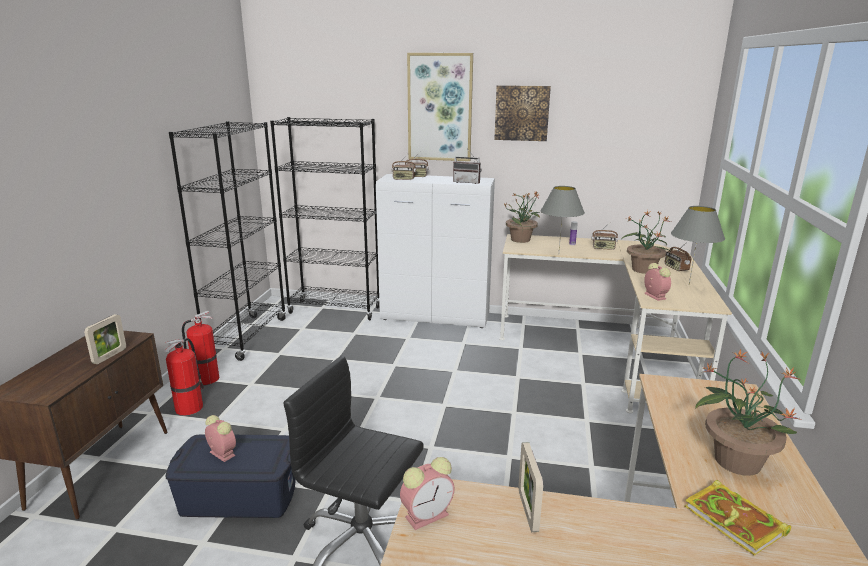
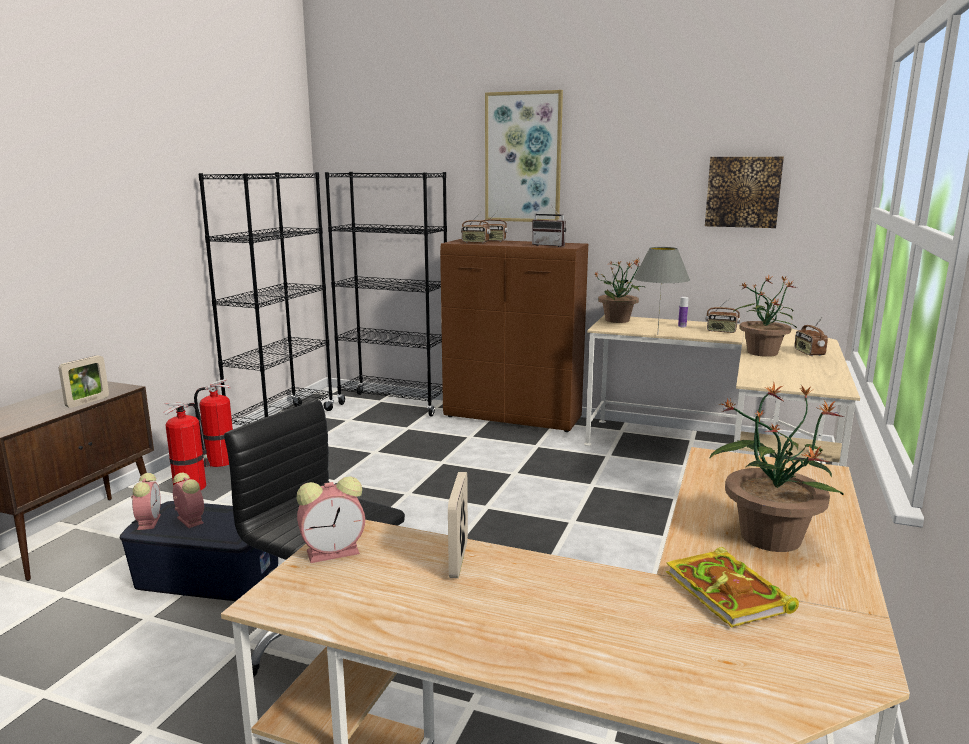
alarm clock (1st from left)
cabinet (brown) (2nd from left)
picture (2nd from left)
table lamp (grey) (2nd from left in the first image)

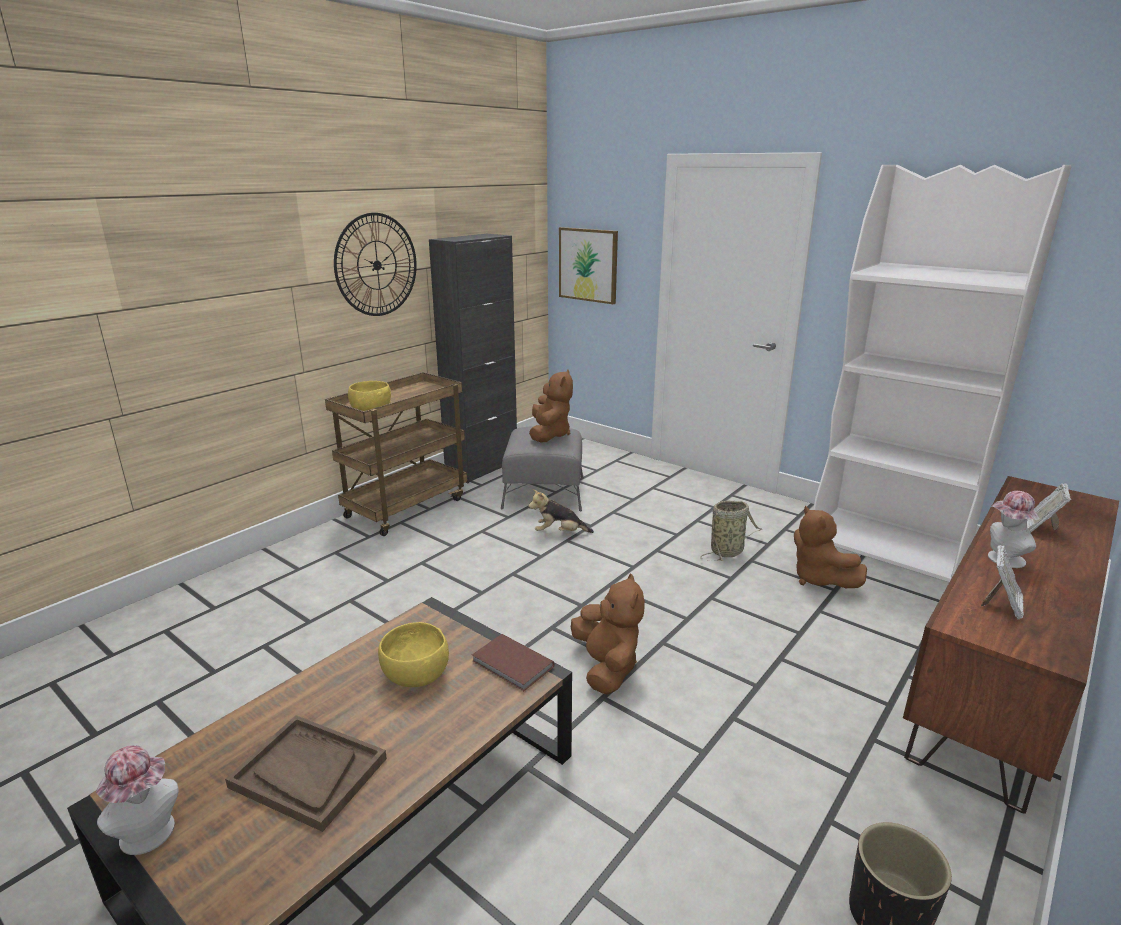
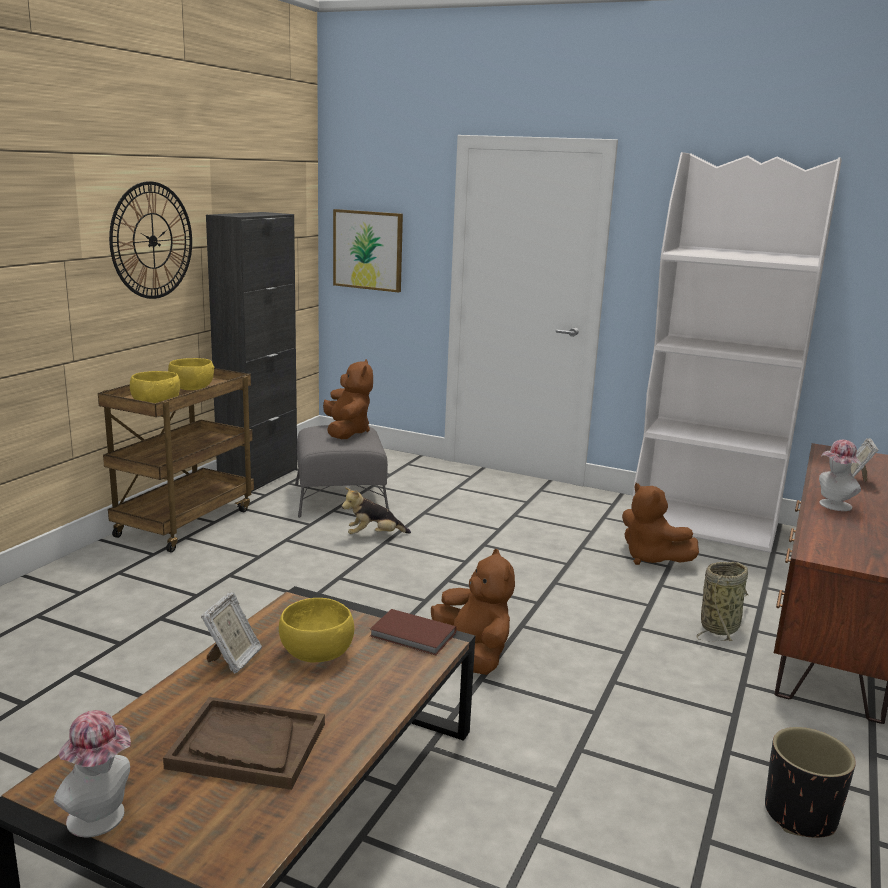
bowl (yellow) (2nd from left)
picture frame (1st from left)
basket

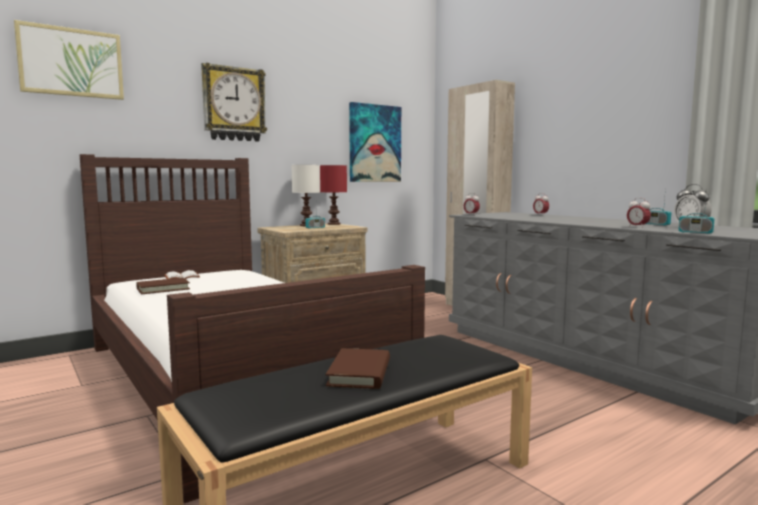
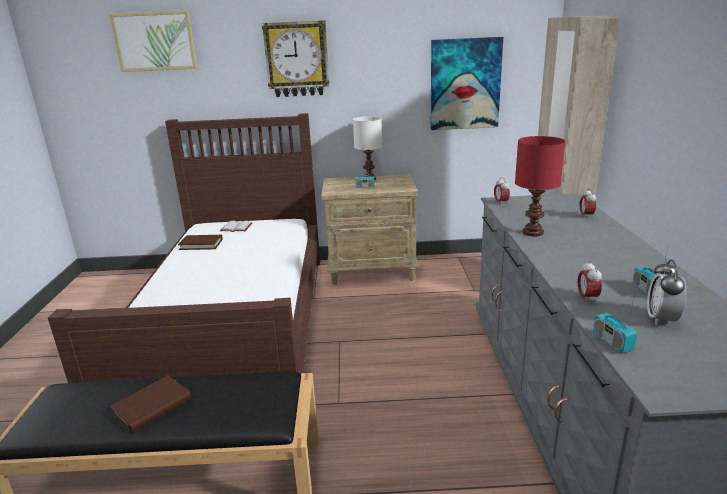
table lamp (red)

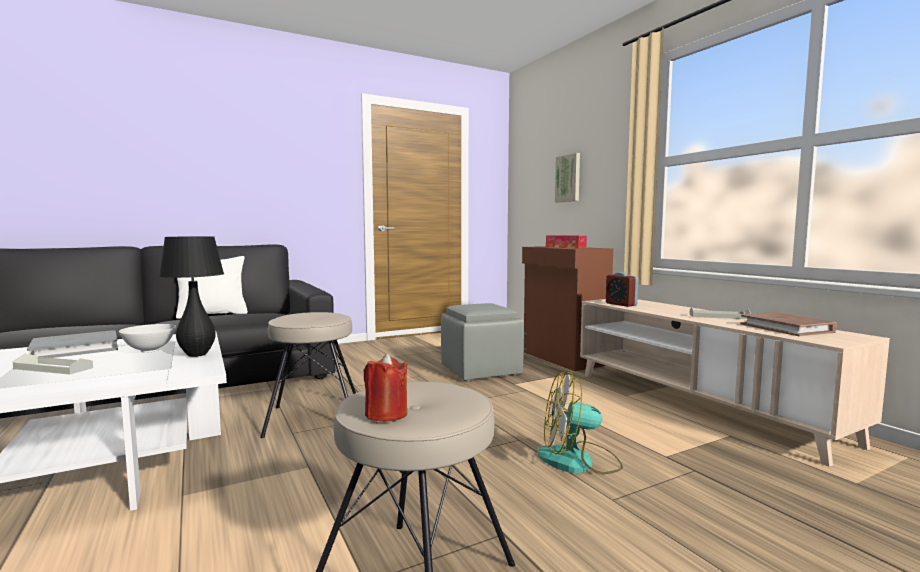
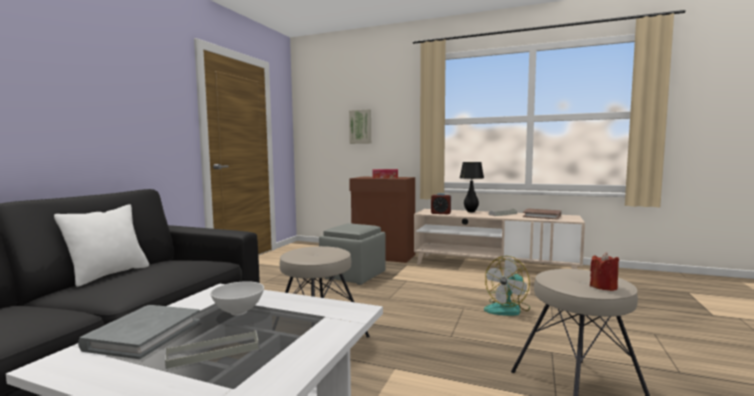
table lamp (black)

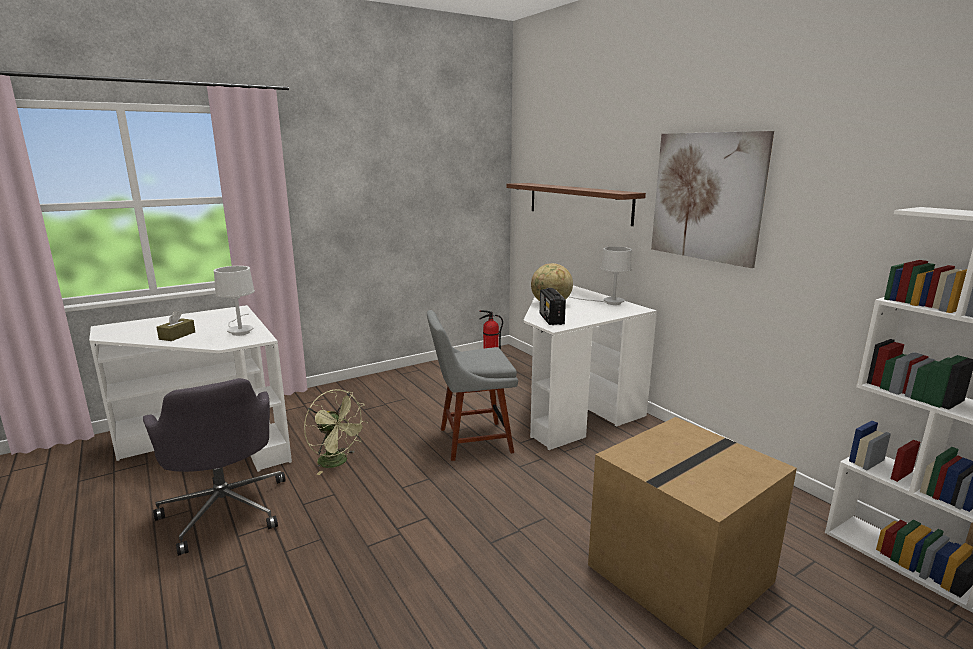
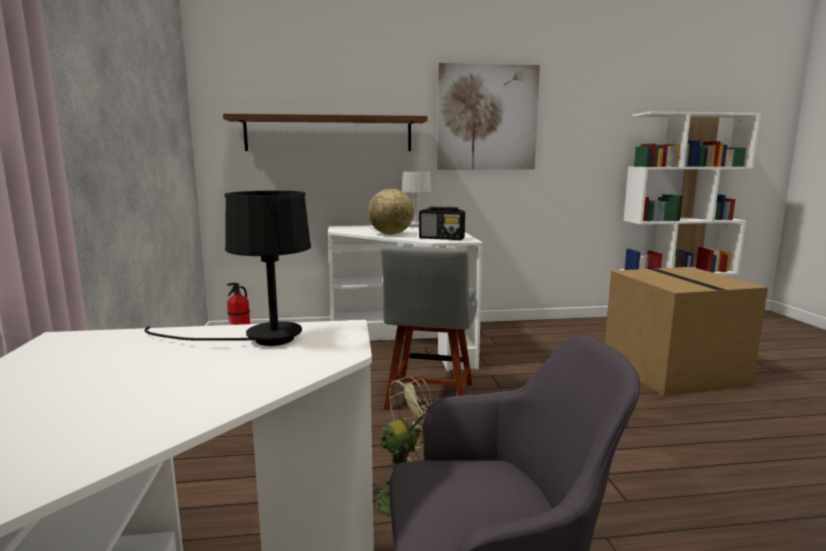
table lamp (black)
tissue box (brown)

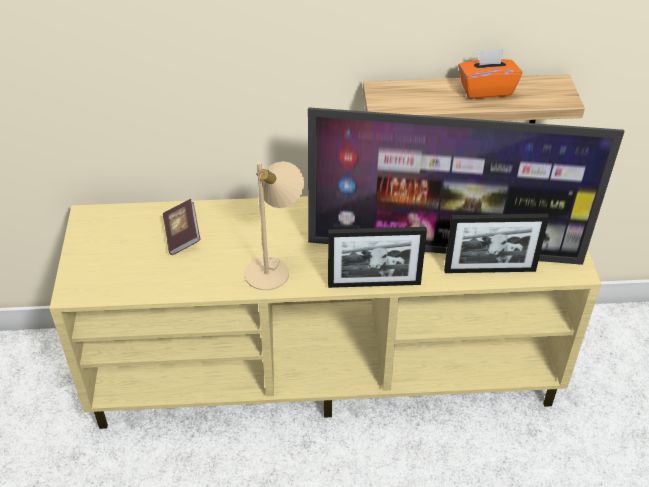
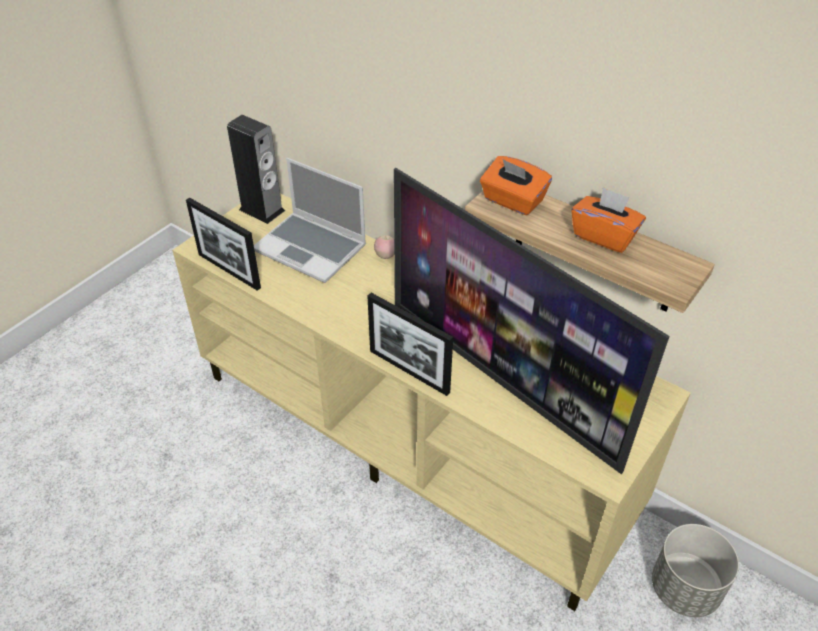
picture frame (1st from left)
speaker
laptop
apple
tissue box (orange) (1st from left)
planter (grey)
table lamp (beige)

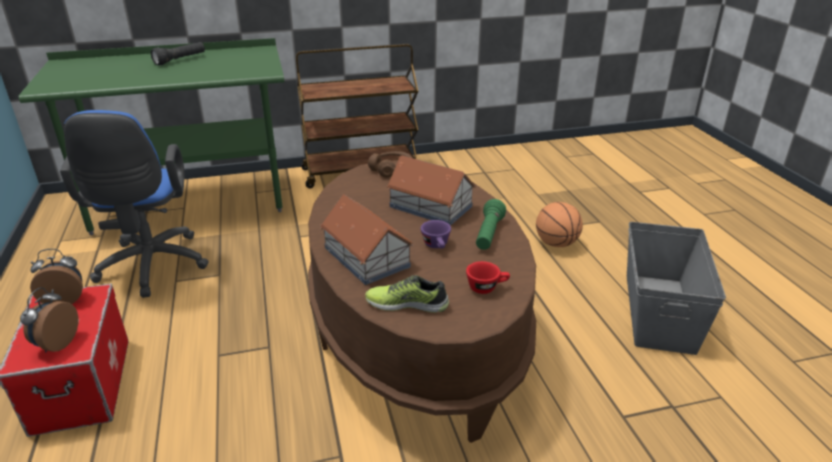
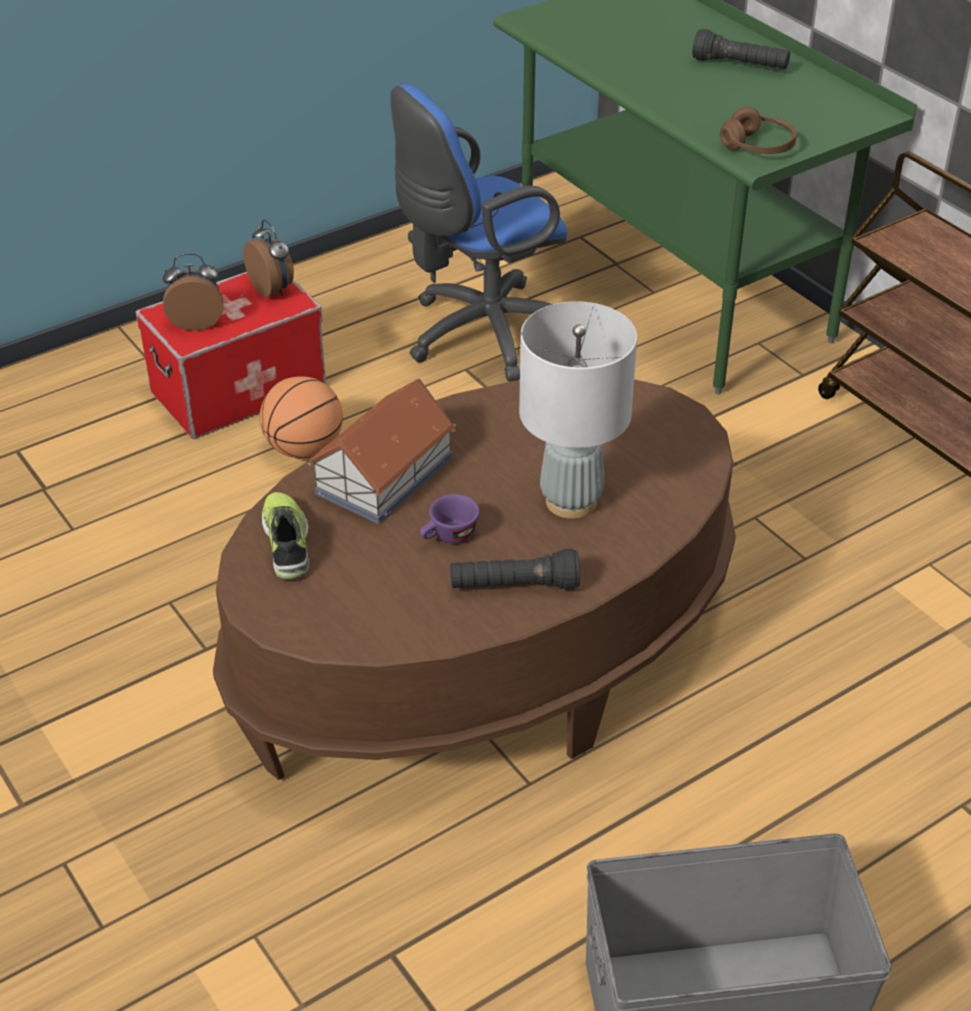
basketball
flashlight (black) (1st from left)
table lamp (grey)
headphones (brown)
cup (red)

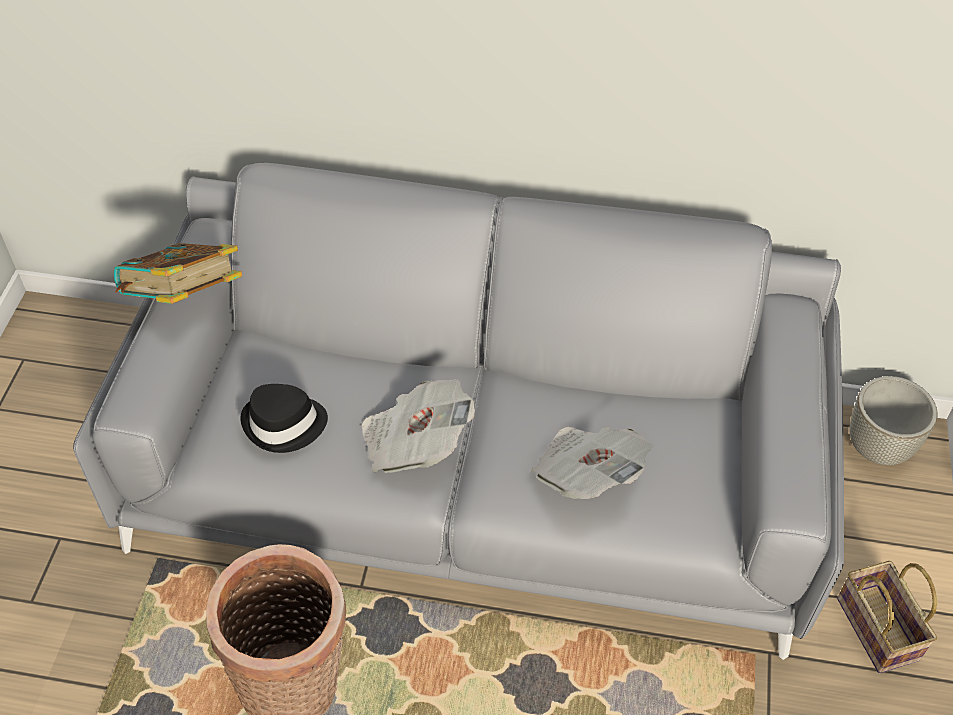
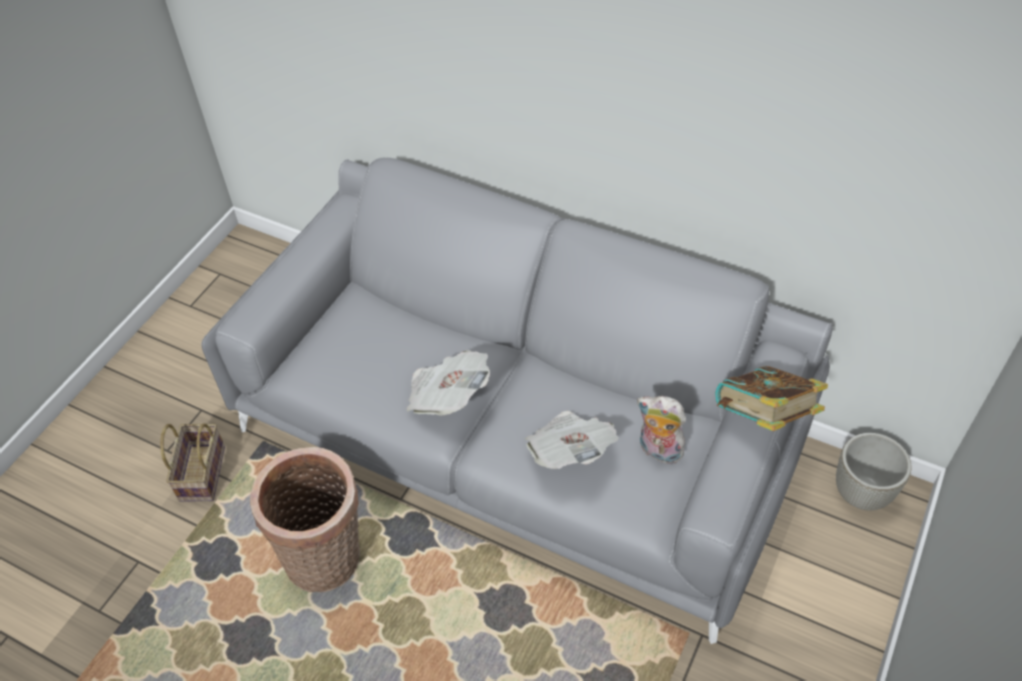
basket (1st from left)
plush toy
book
hat (black)

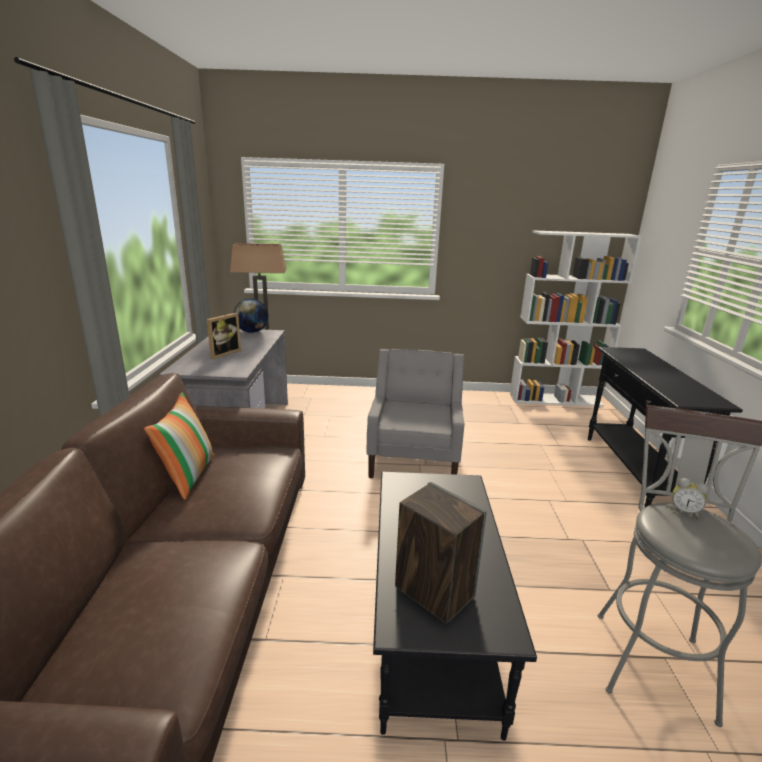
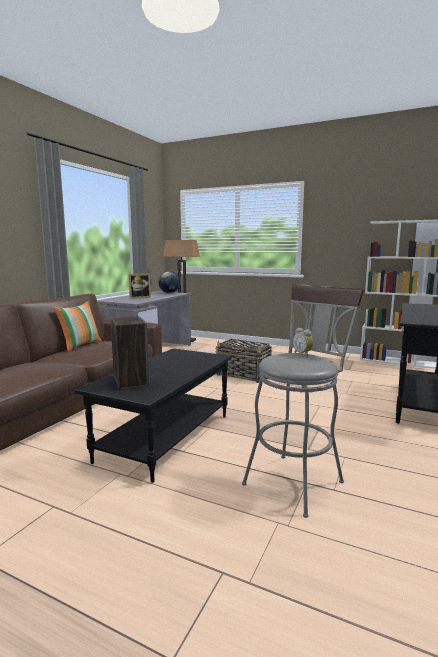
basket

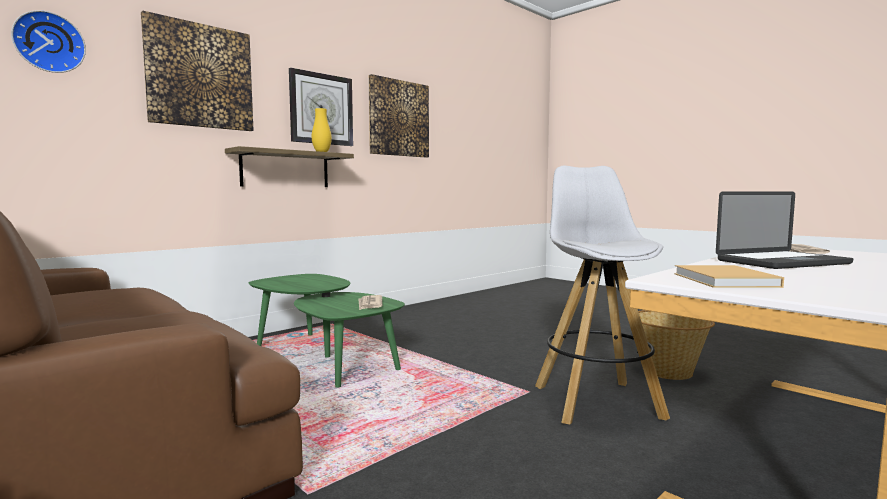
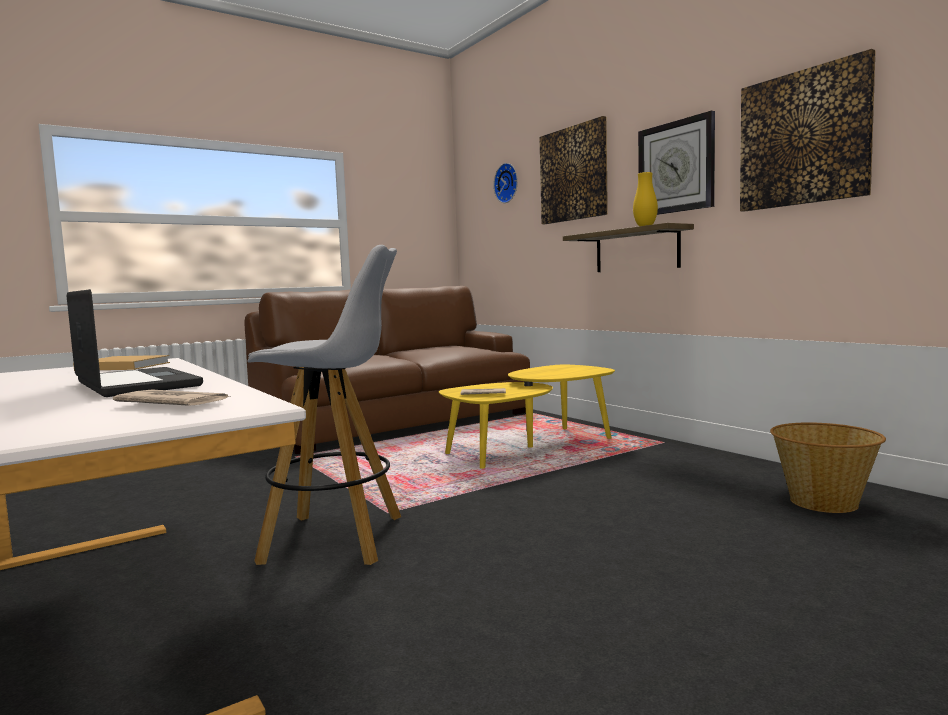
laptop
coffee table (yellow)
basket

